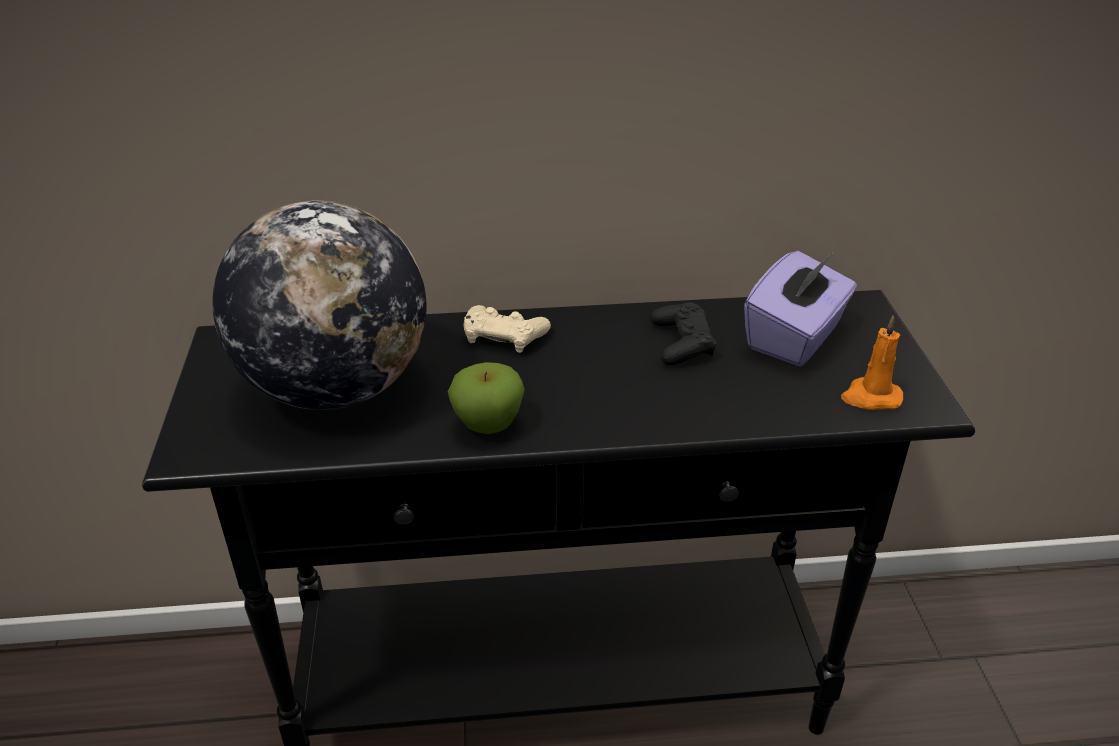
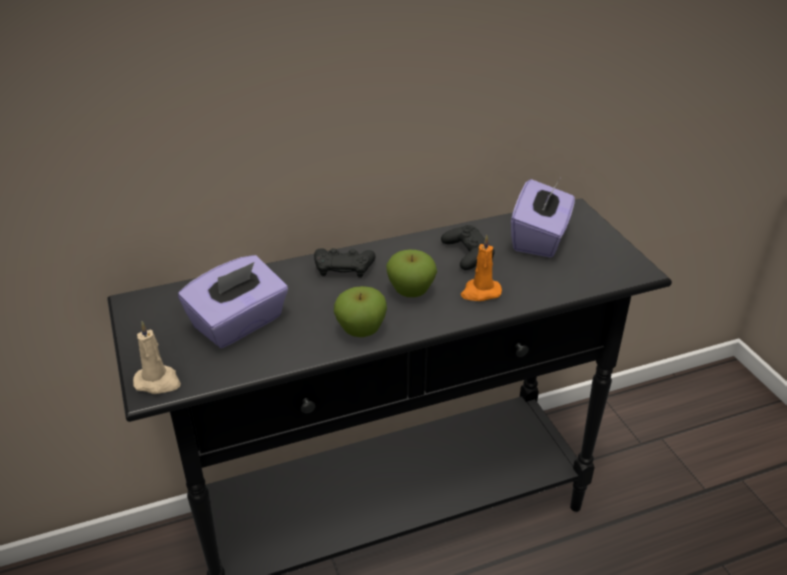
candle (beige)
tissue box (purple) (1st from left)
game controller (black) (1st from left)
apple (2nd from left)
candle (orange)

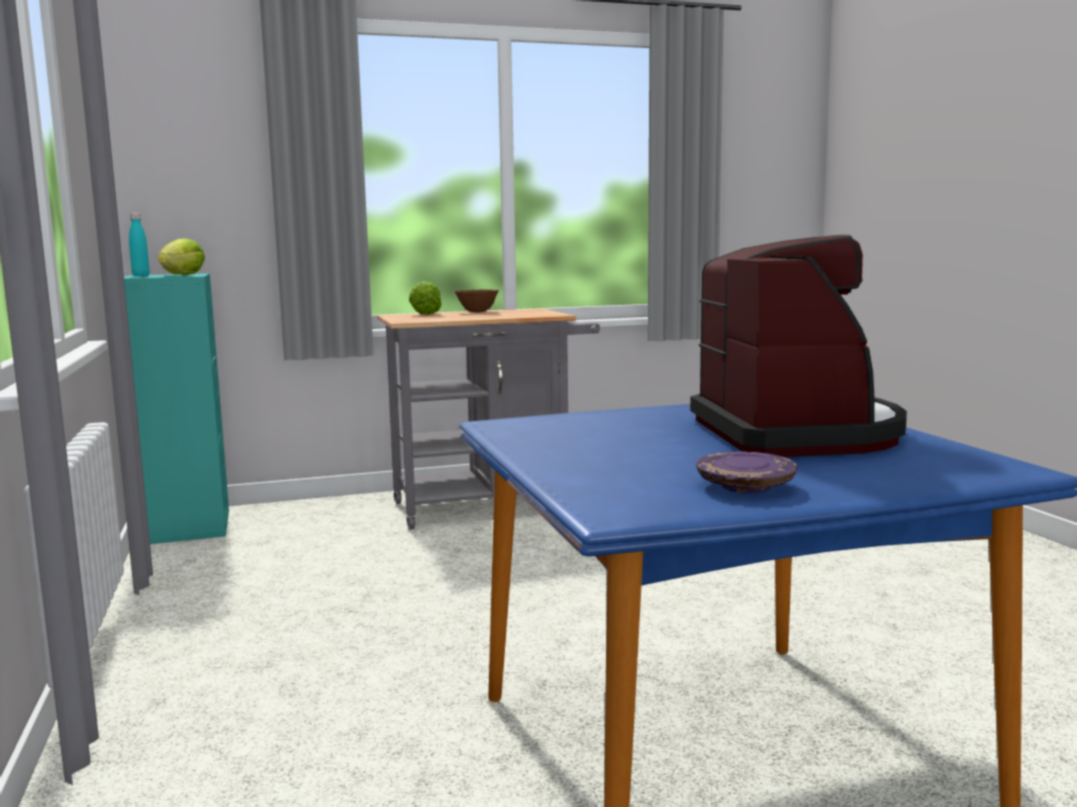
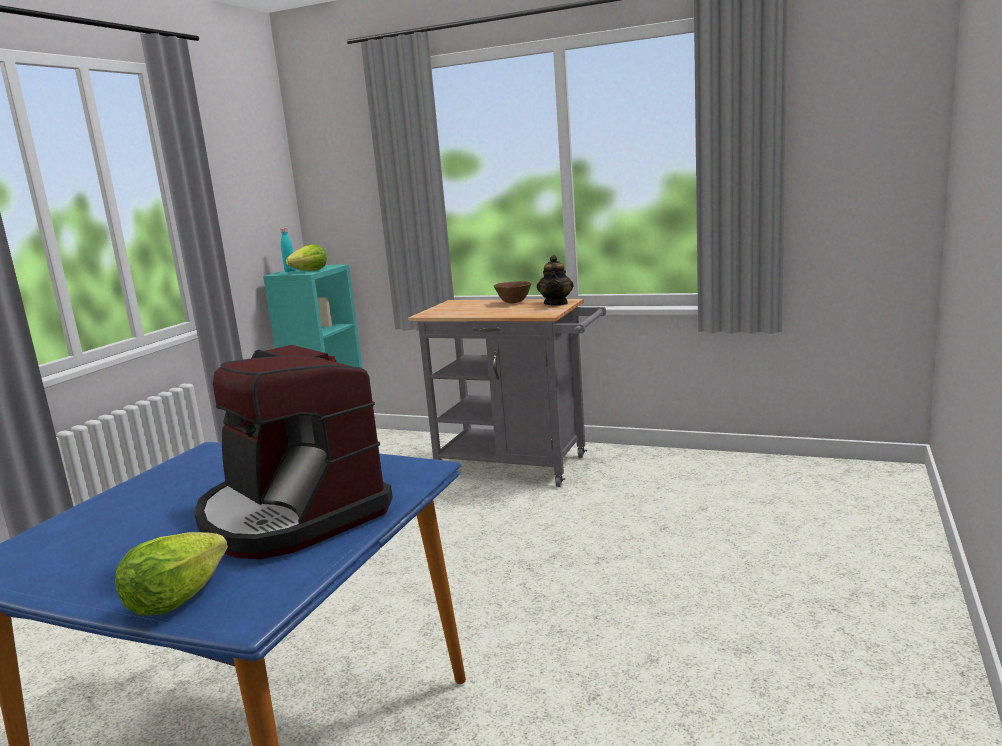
lettuce (1st from left)
coffee machine
teapot
plate (purple)

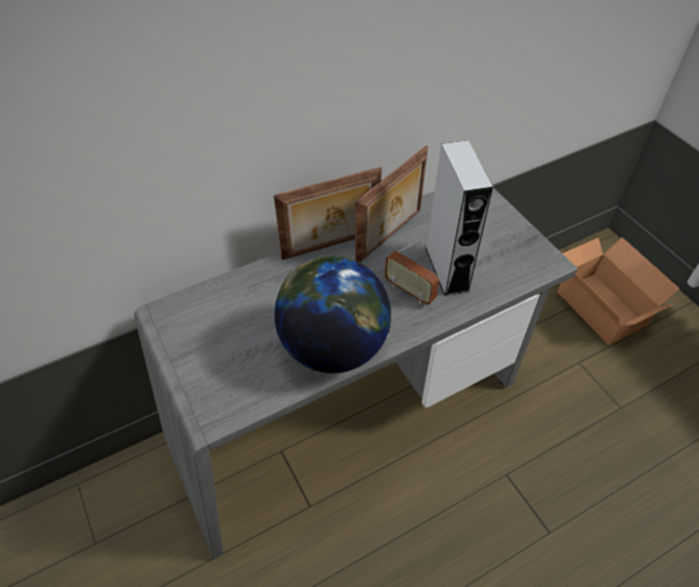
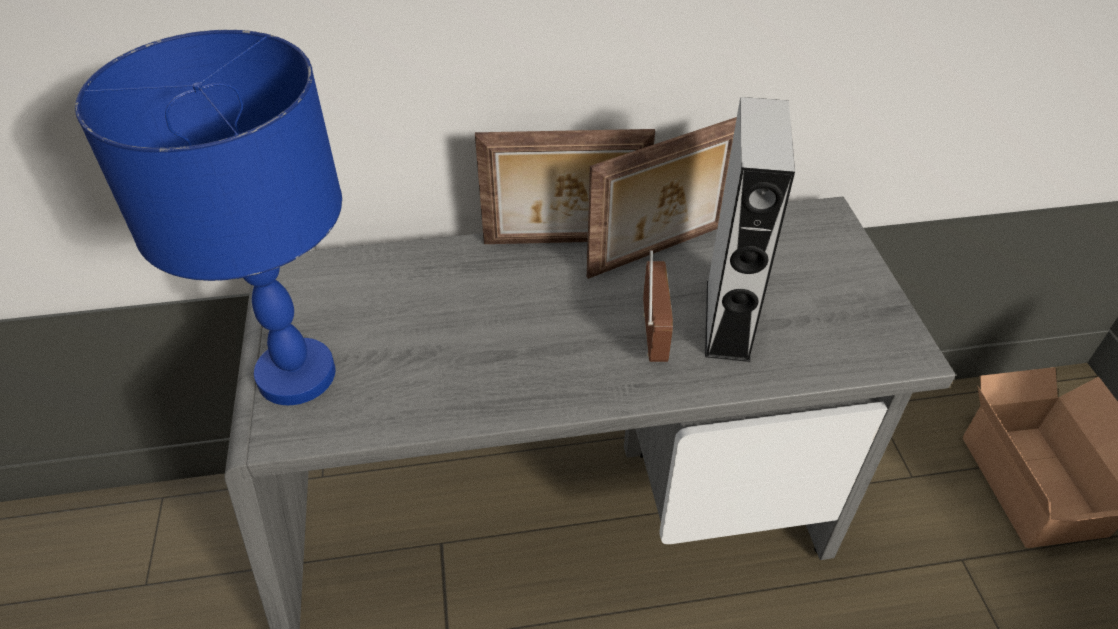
table lamp (blue)
radio
globe

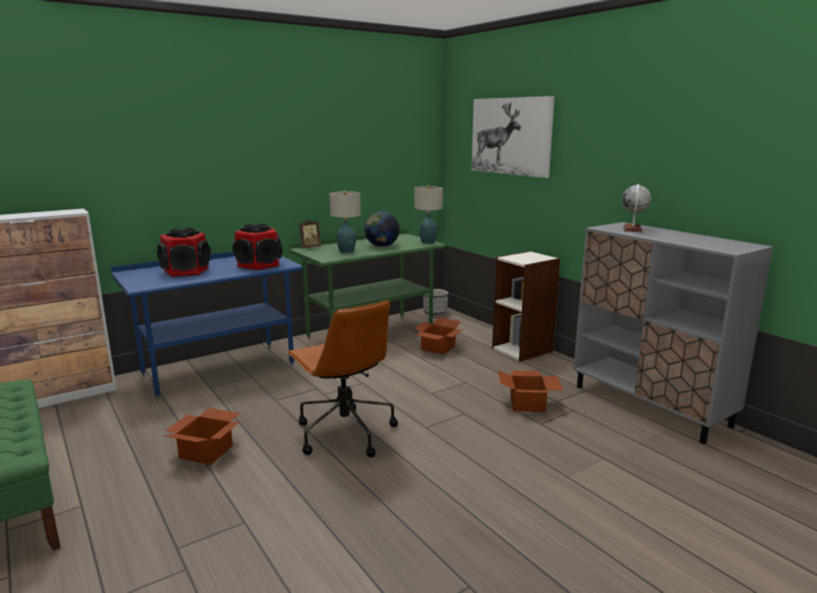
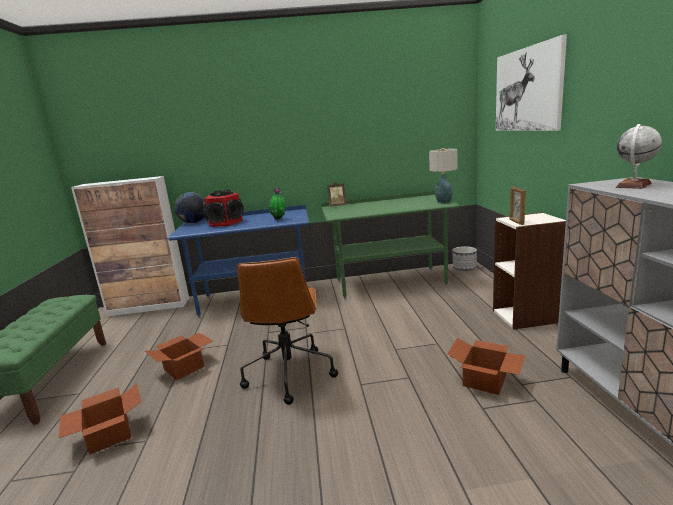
cardboard box (1st from left)
globe (1st from left)
potted plant
picture frame (2nd from left)
table lamp (1st from left in the first image)

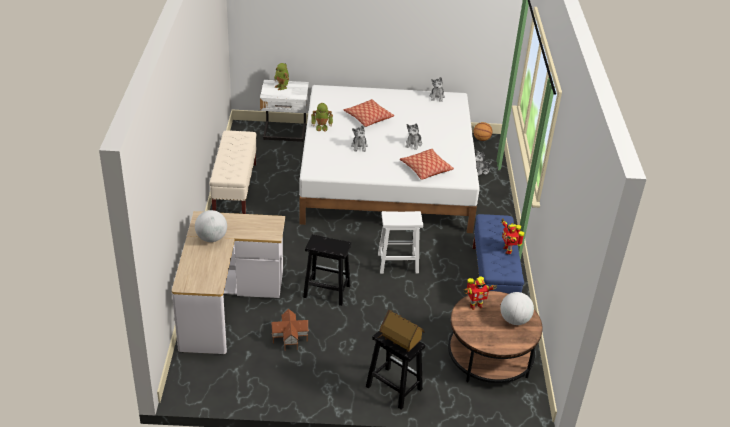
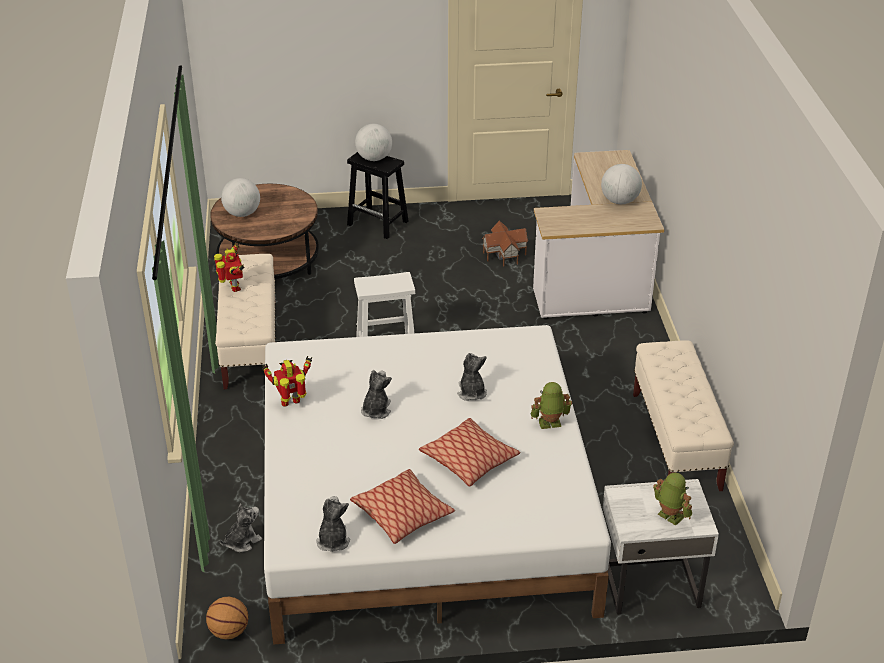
bench (beige) (1st from left)
toy robot (2nd from left)
pillow (1st from left)
globe (2nd from left)
stool (black) (1st from left in the first image)

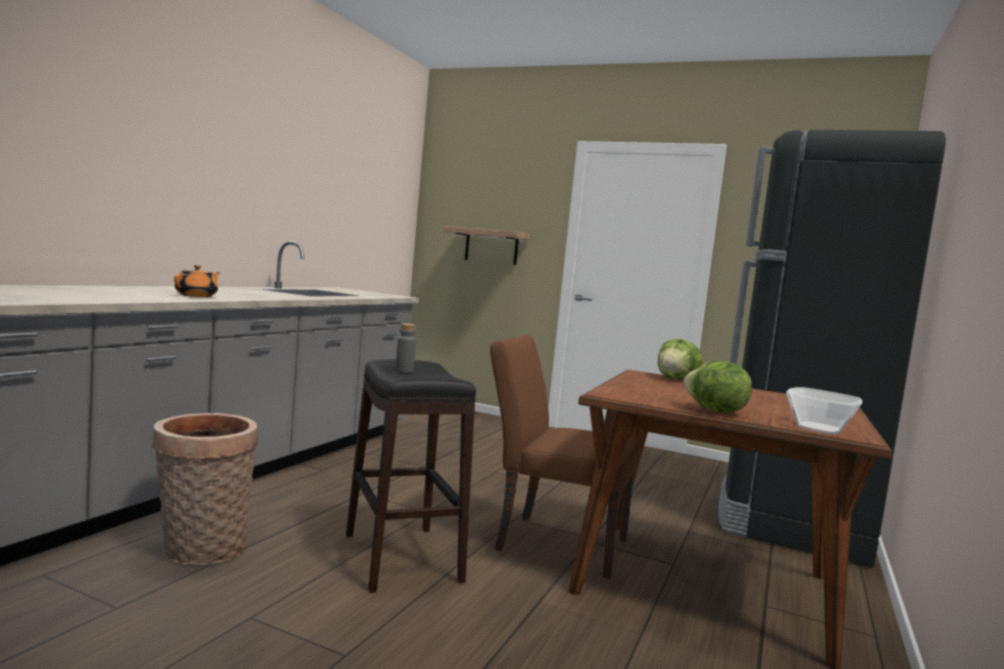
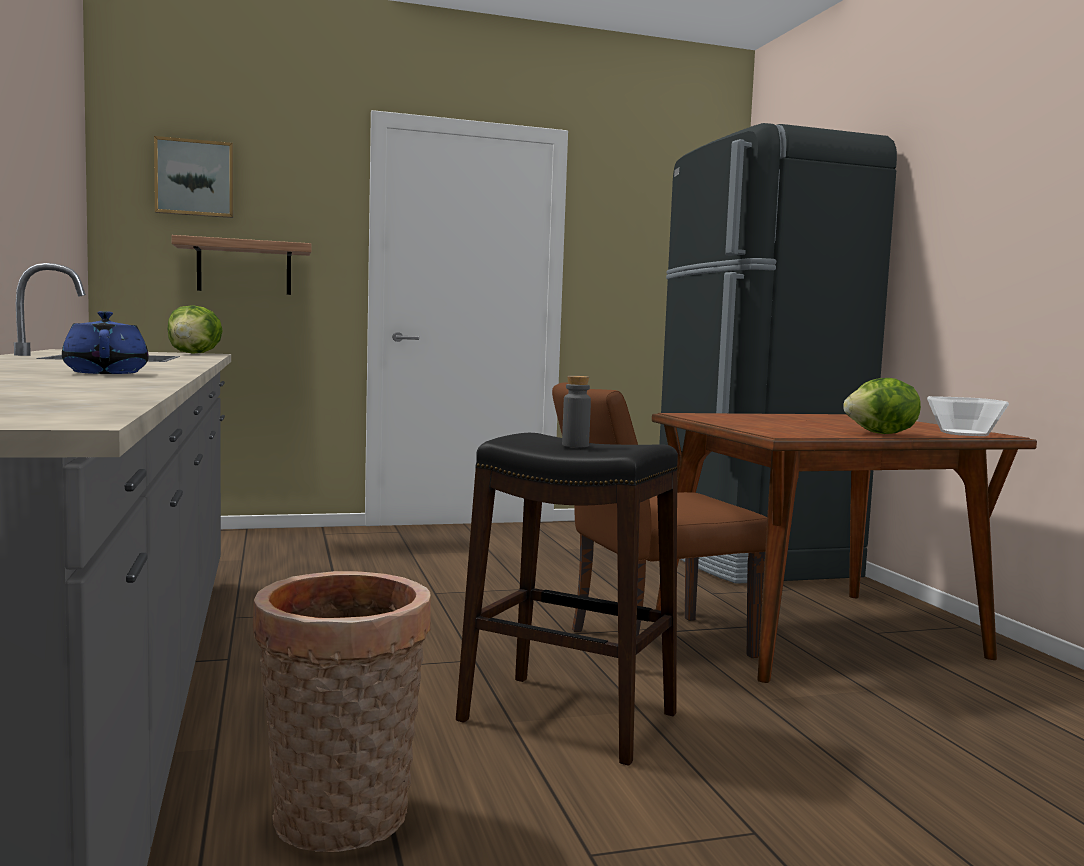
teapot (blue)
picture
lettuce (1st from left)

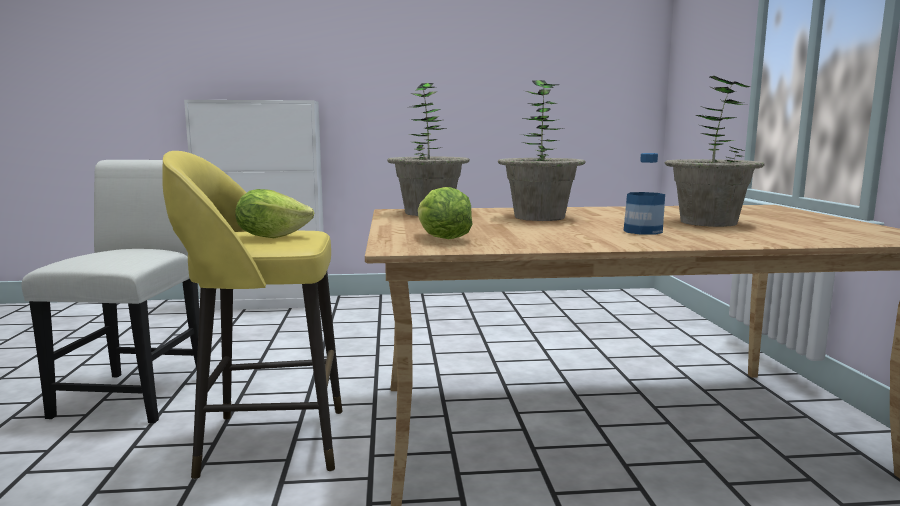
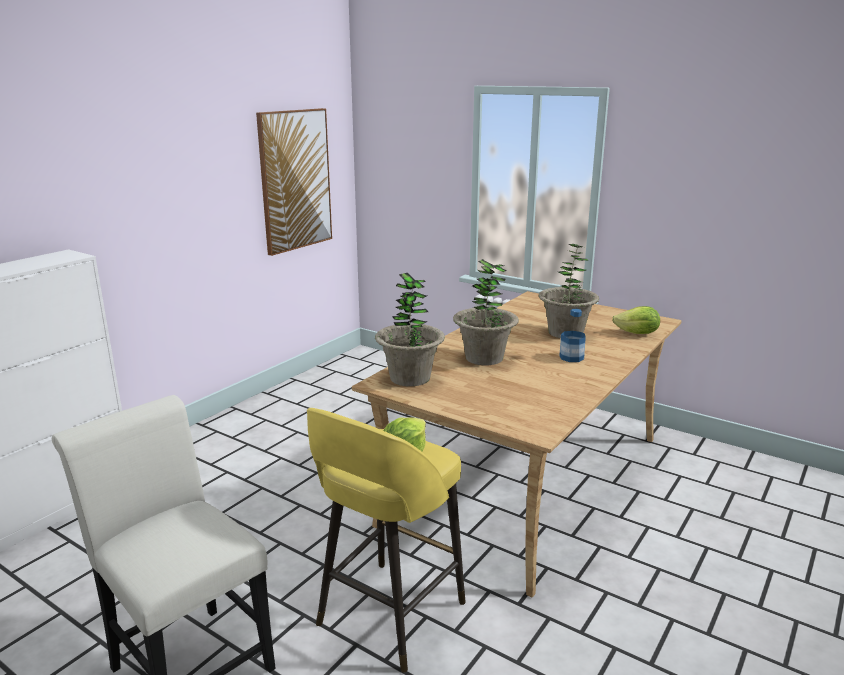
picture
lettuce (2nd from left)

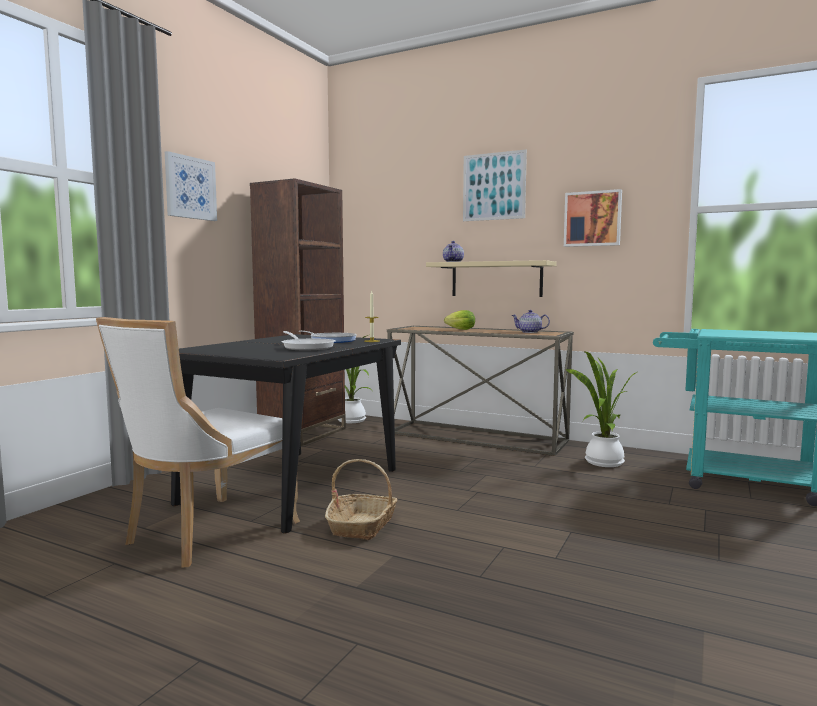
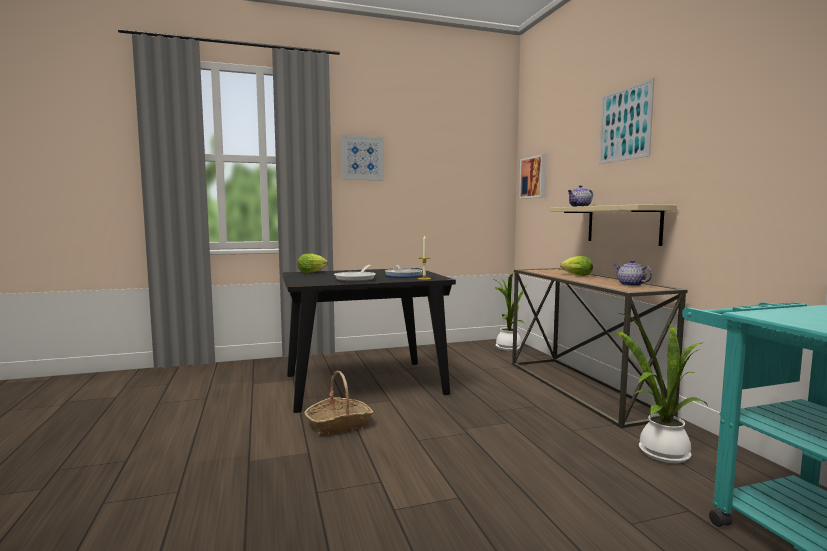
lettuce (1st from left)
picture (2nd from left)
chair (white)
bookcase (brown)

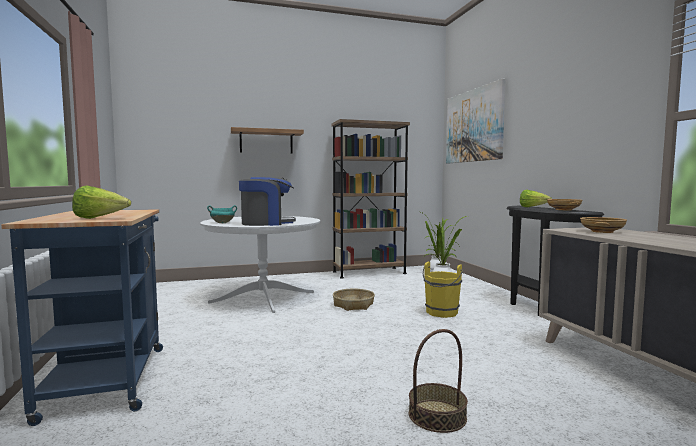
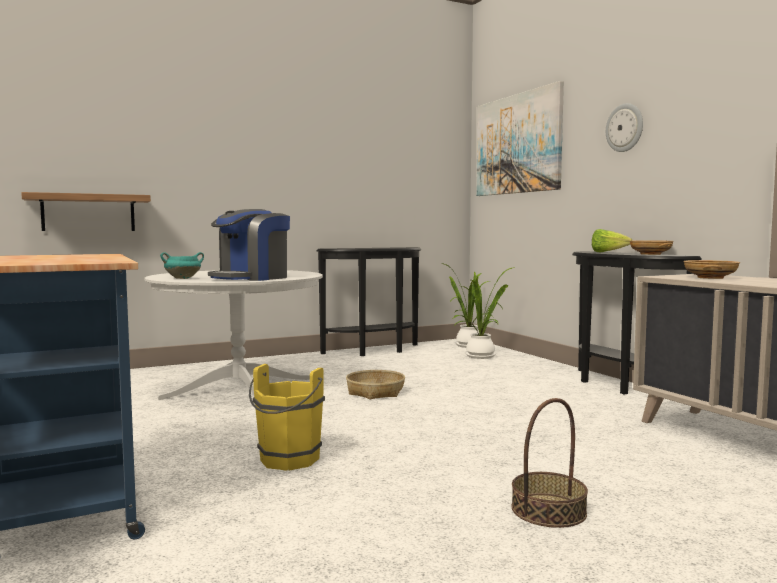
shelf
coffee machine
bucket (yellow)
console table (black) (1st from left)
wall clock
lettuce (1st from left in the first image)

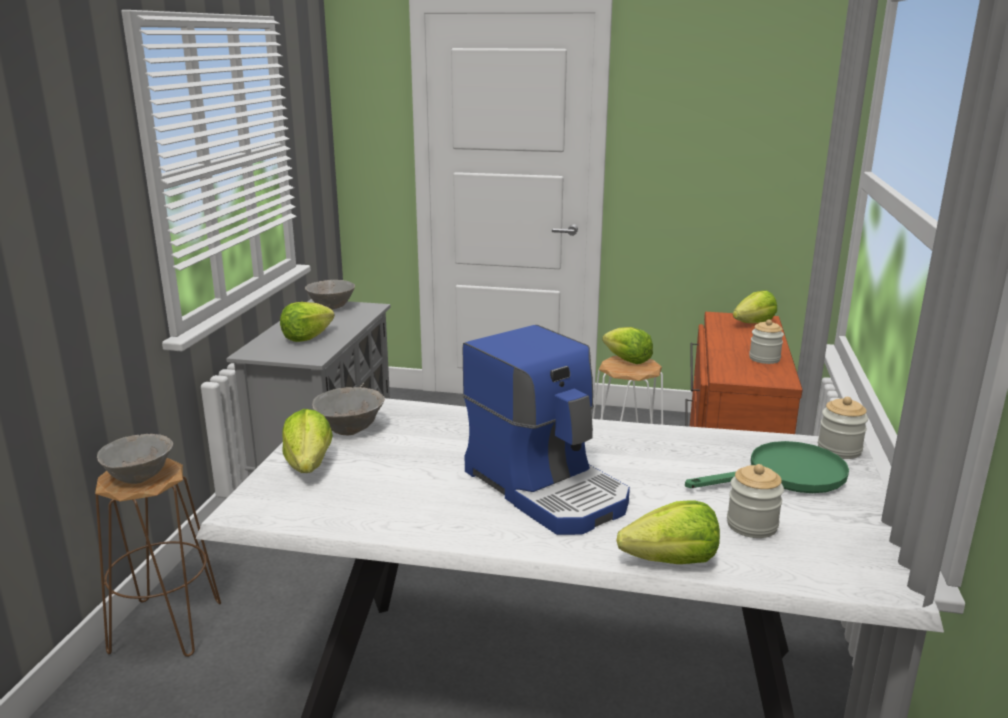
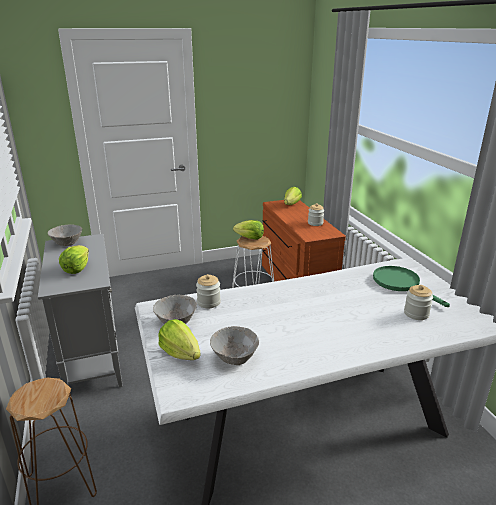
jar (1st from left)
bowl (grey) (3rd from left)
frying pan (green)
coffee machine
lettuce (4th from left in the first image)

